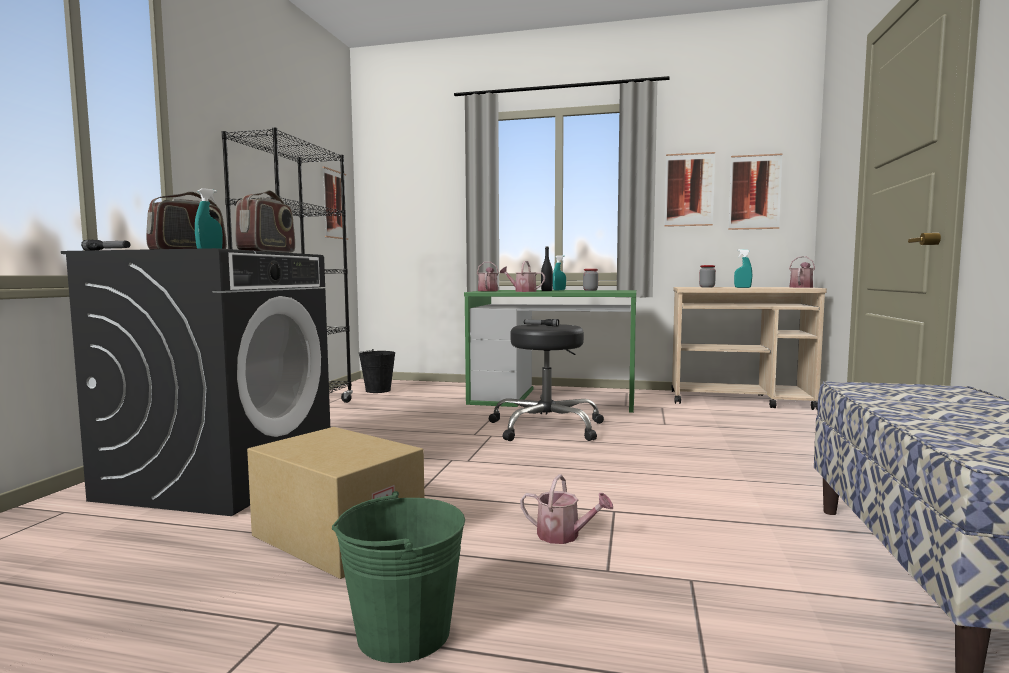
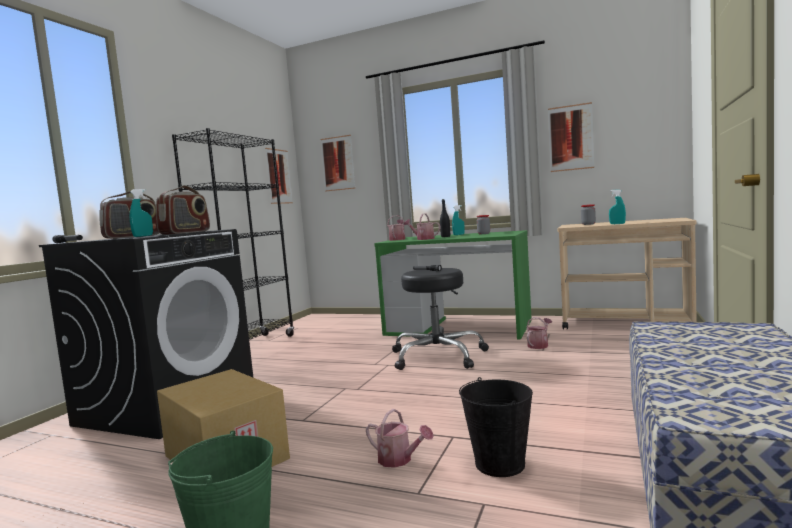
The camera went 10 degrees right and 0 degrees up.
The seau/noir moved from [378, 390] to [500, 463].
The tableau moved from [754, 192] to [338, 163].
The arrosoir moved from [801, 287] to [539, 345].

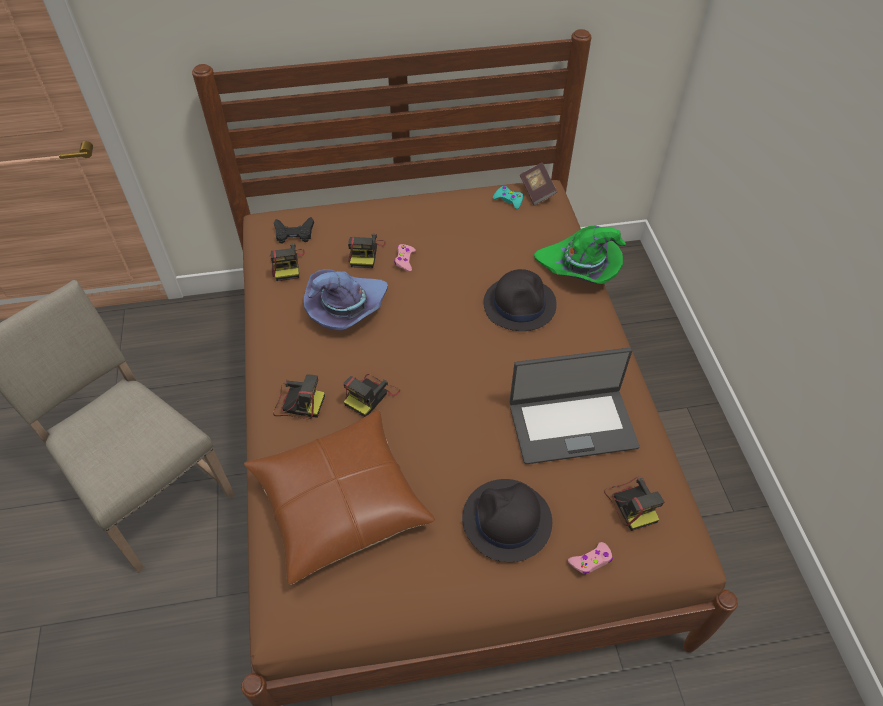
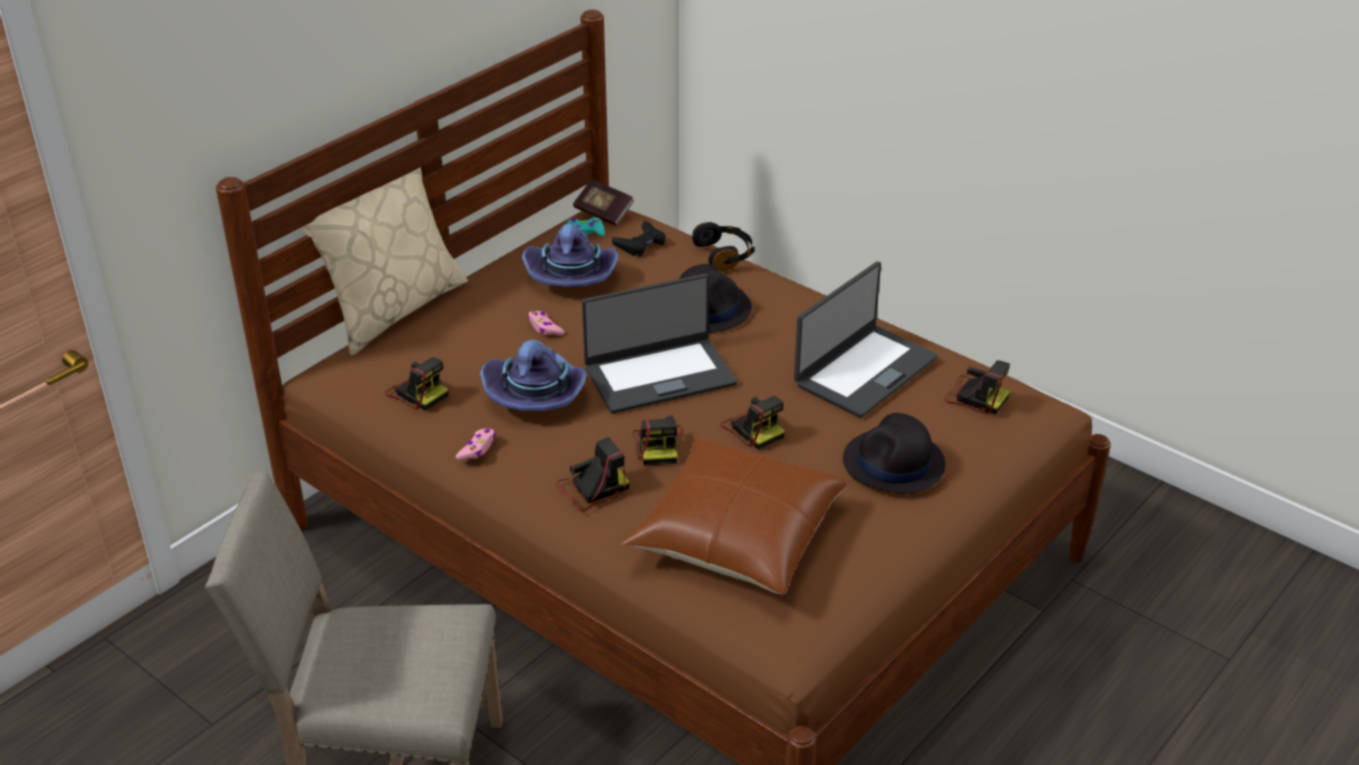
The camera went 40 degrees left and 15 degrees down.
The manette/noir moved from [294, 233] to [640, 244].
The appareil photo moved from [365, 253] to [753, 429].
The chapeau/vert at [580, 267] was replaced by the casque audio/noir at [725, 255].
The manette/rose moved from [591, 561] to [477, 449].
The coussin/beige at [392, 309] appeared.
The chapeau/violet at [572, 275] appeared.
The ordinateur portable at [659, 375] appeared.

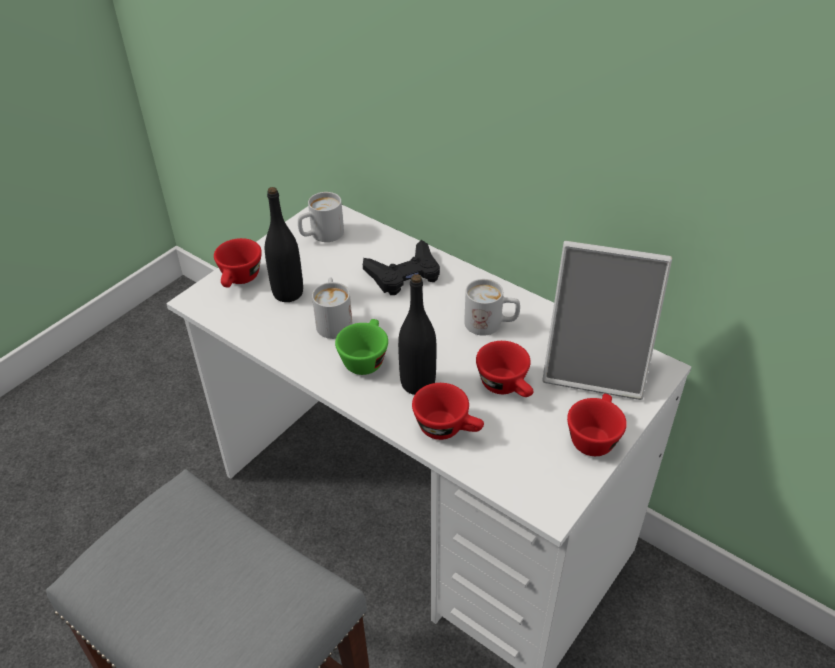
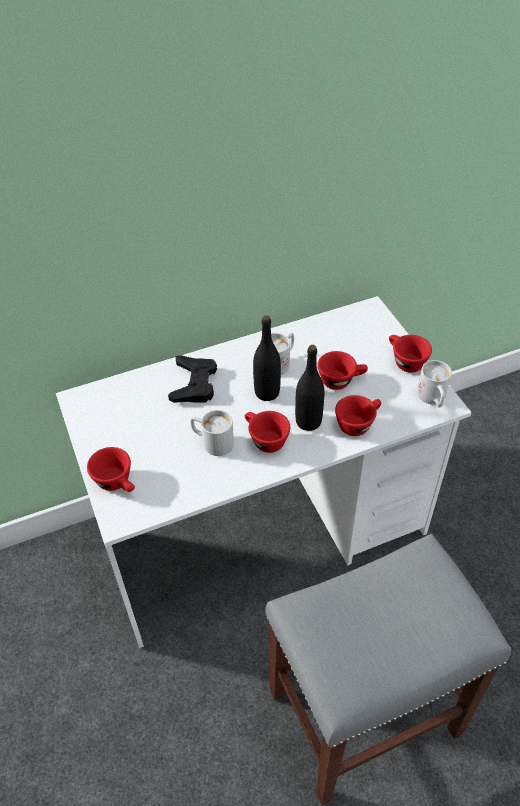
The camera went 60 degrees left and 5 degrees up.
The bouteille/noir moved from [288, 293] to [267, 392].
The mug/blanc moved from [321, 235] to [433, 399].
The tasse/vert at [365, 358] became the tasse/rouge at [264, 439].
The cadre photo at [596, 367] disappeared.

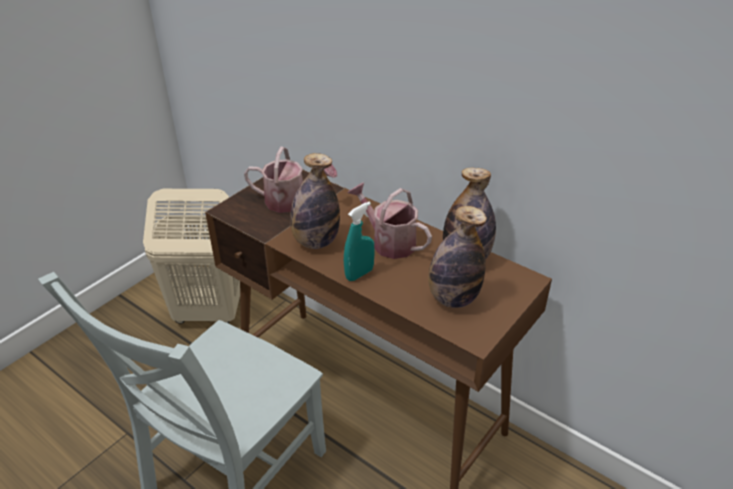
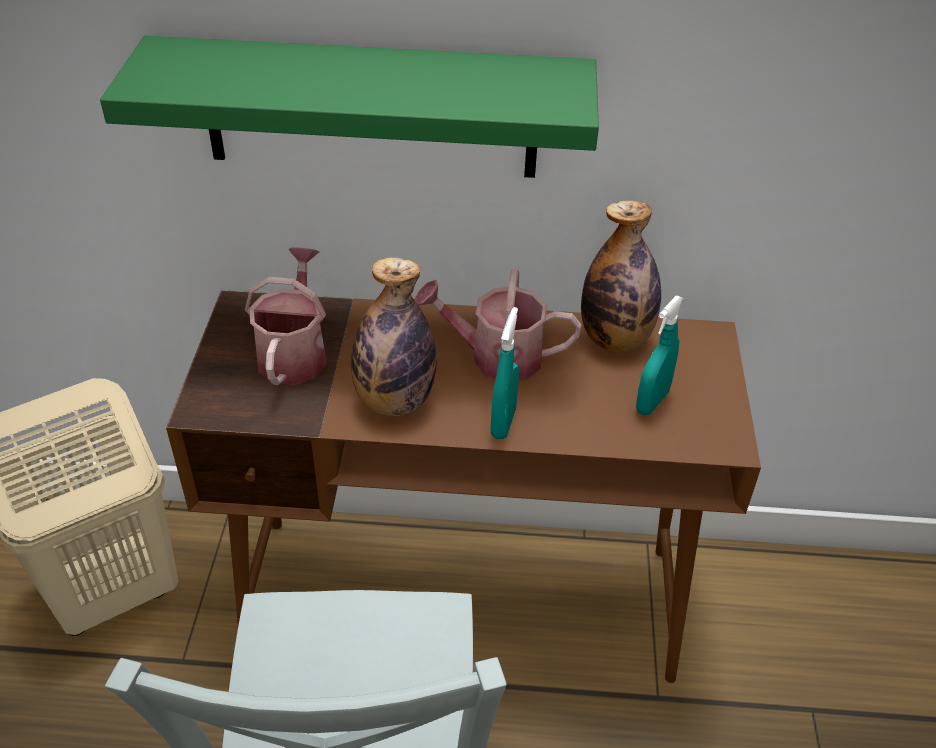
The camera went 35 degrees left and 5 degrees up.
The arrosoir at [291, 201] turned 60 degrees counterclockwise.
The bouteille at [453, 298] was replaced by the vaporisateur/turquoise at [652, 402].
The étagère/vert at [371, 109] appeared.

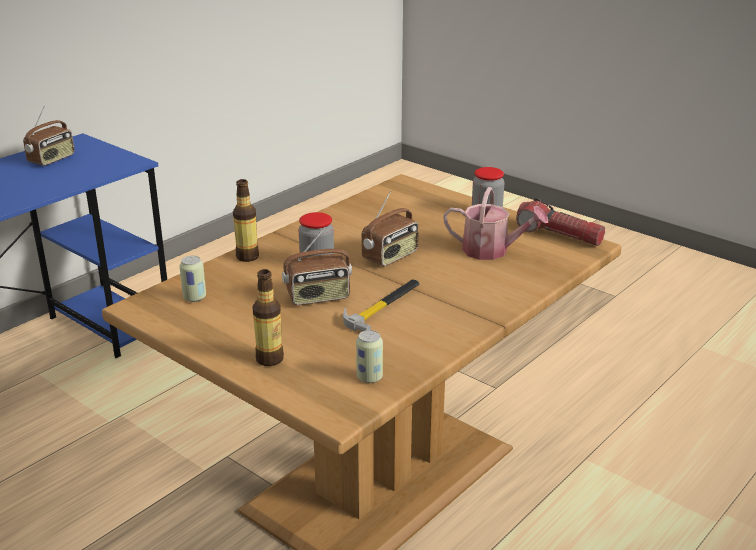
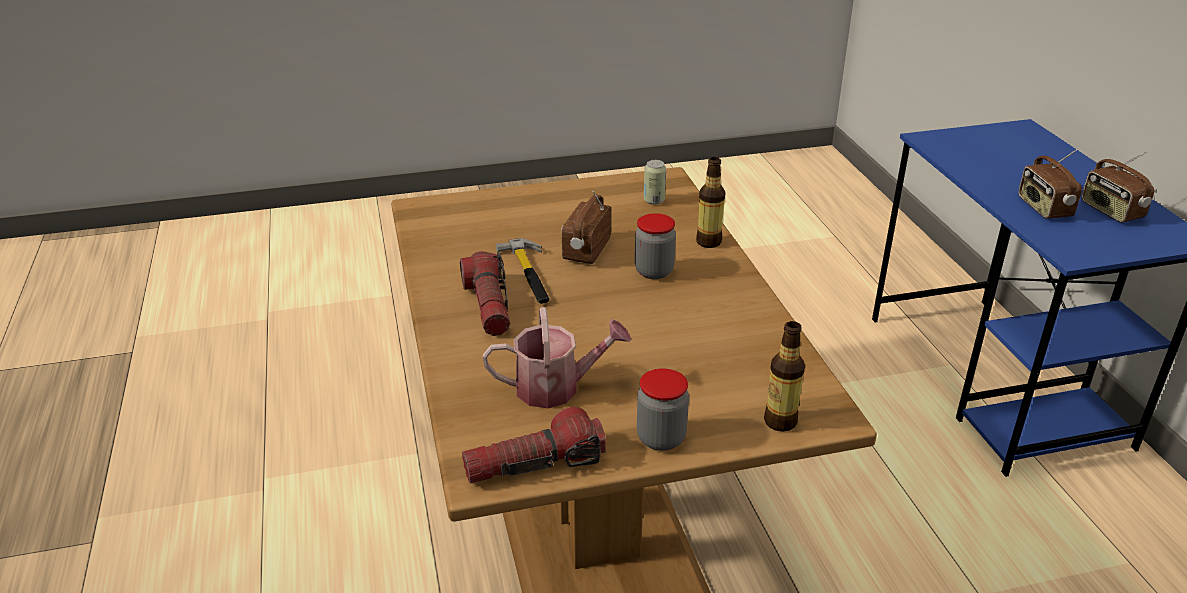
The camera went 125 degrees right and 5 degrees up.
The bouteille moved from [269, 359] to [780, 421].
The boîte métallique at [369, 377] disappeared.
The radio moved from [390, 256] to [1043, 208].
The arrosoir at [492, 251] turned 150 degrees counterclockwise.
The lampe de poche at [488, 305] appeared.

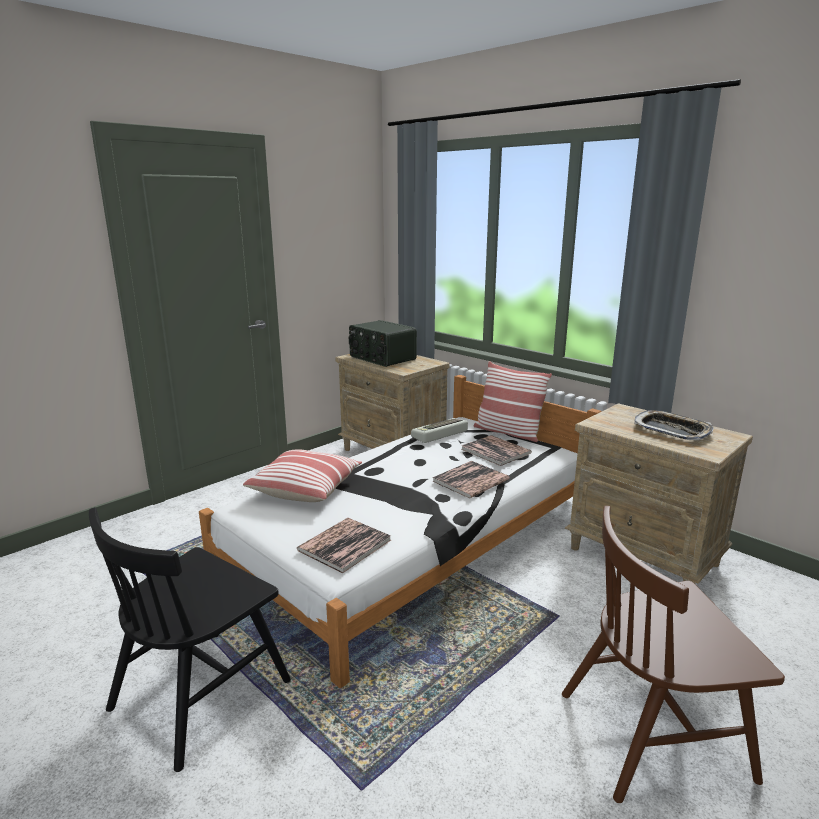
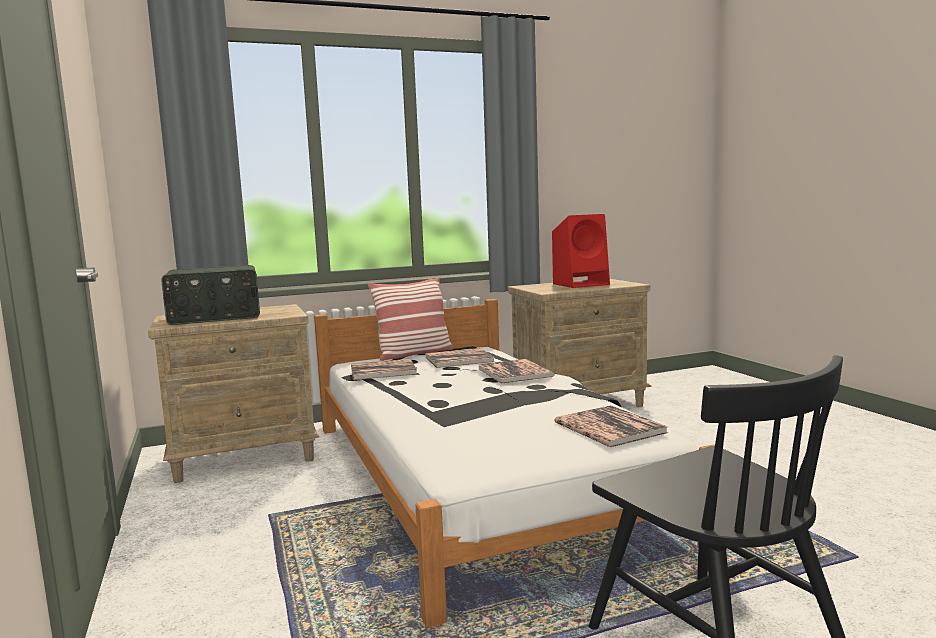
The camera went 65 degrees left and 10 degrees down.
The coussin at [306, 488] disappeared.
The clavier at [440, 434] was replaced by the livre at [383, 370].
The chaise/marron at [654, 734] disappeared.
The plateau at [671, 430] was replaced by the enceinte/rouge at [582, 284].

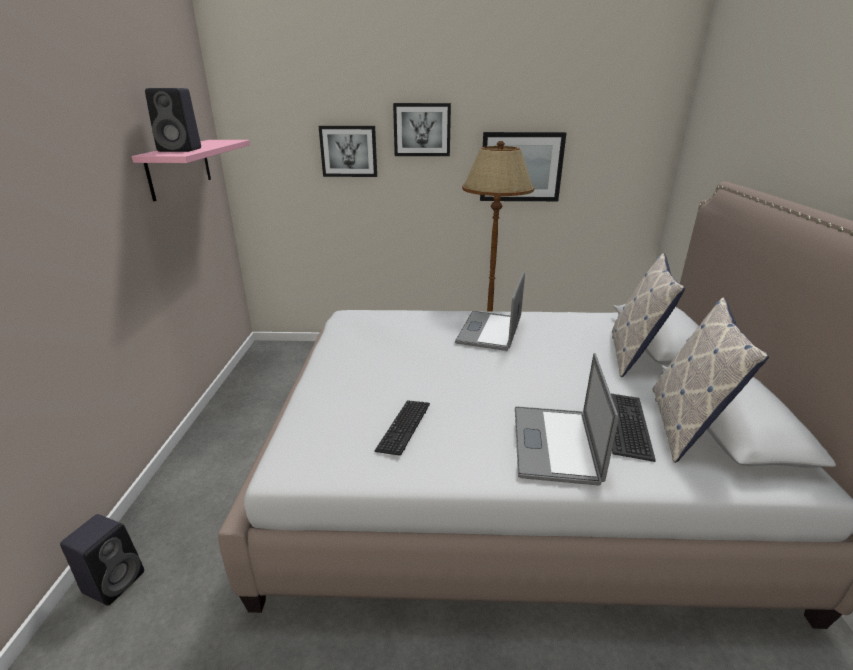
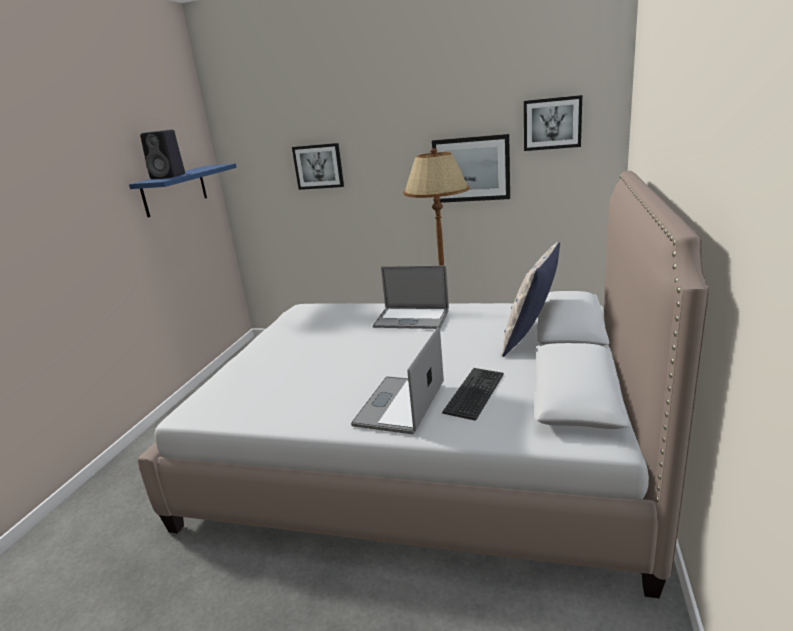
The camera went 15 degrees right and 5 degrees down.
The enceinte/noir at [115, 580] disappeared.
The étagère/rose at [180, 168] became the étagère/bleu at [175, 190].
The clavier at [404, 428] disappeared.
The tableau moved from [422, 130] to [552, 123].
The ordinateur portable at [489, 330] turned 105 degrees counterclockwise.
The coussin at [684, 425] disappeared.

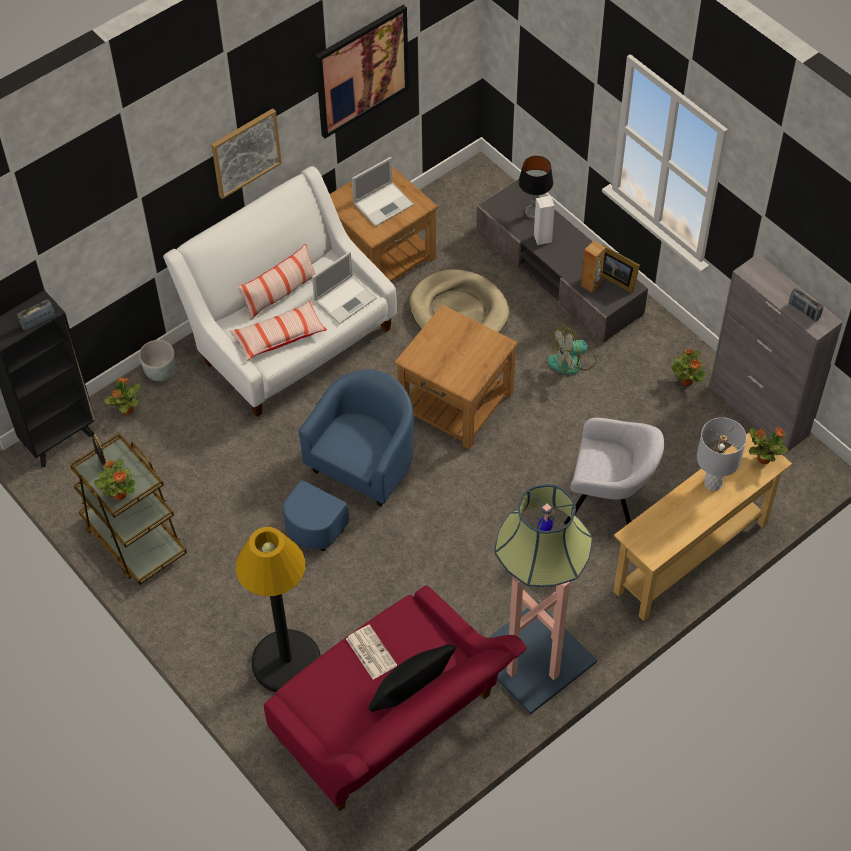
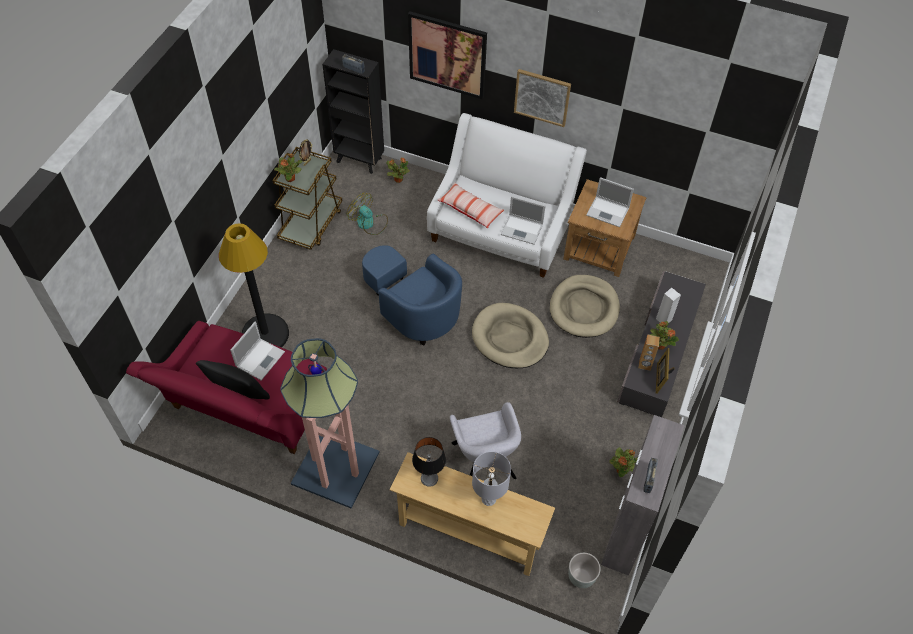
The camera went 60 degrees right and 0 degrees up.
The cache-pot/gris moved from [160, 372] to [581, 577].
The coussin at [280, 294] disappeared.
The fauteuil/bleu at [353, 481] turned 45 degrees clockwise.
The tableau moved from [361, 71] to [447, 55].
The journal at [370, 652] was replaced by the ordinateur portable at [260, 358].
The table d'appoint/marron at [456, 402] was replaced by the panier pour chien/beige at [510, 338].
The lampe de table moved from [534, 212] to [429, 478].
The ventilateur moved from [572, 361] to [369, 223].
The plante en pot moved from [763, 458] to [660, 345].

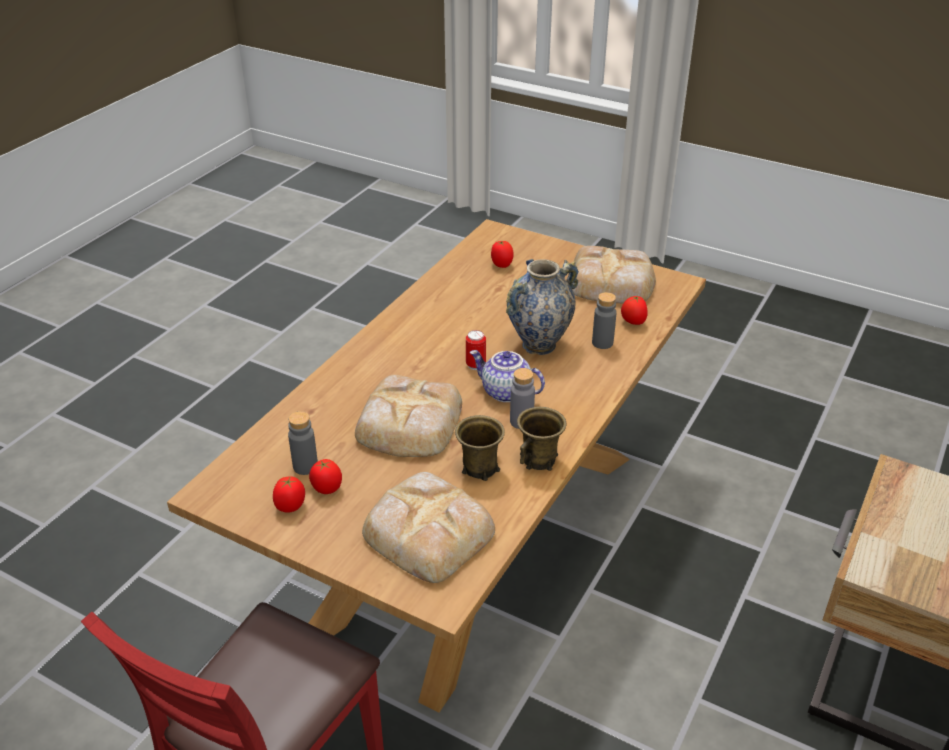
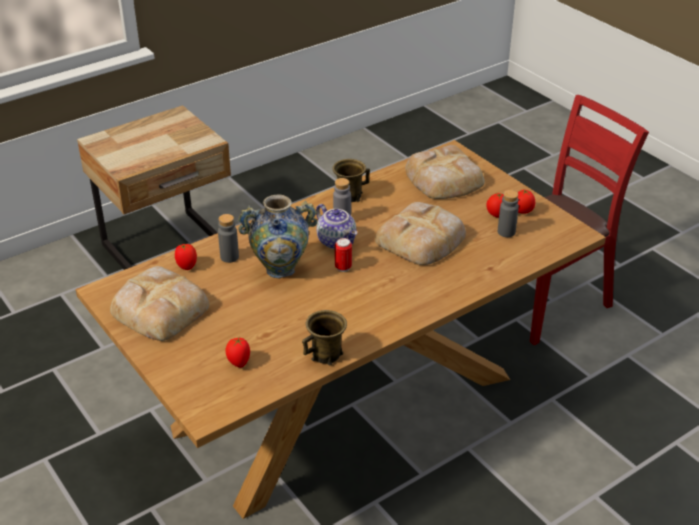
The camera went 155 degrees left and 0 degrees up.
The mug/marron moved from [479, 467] to [326, 354].

